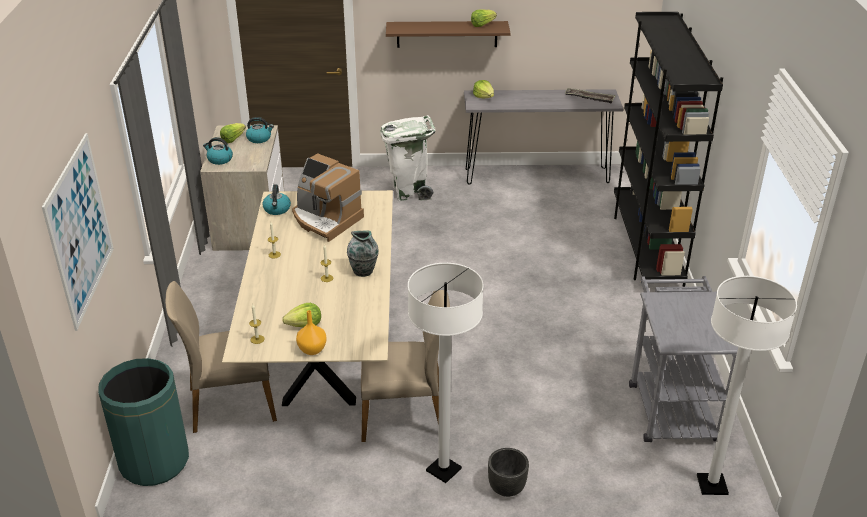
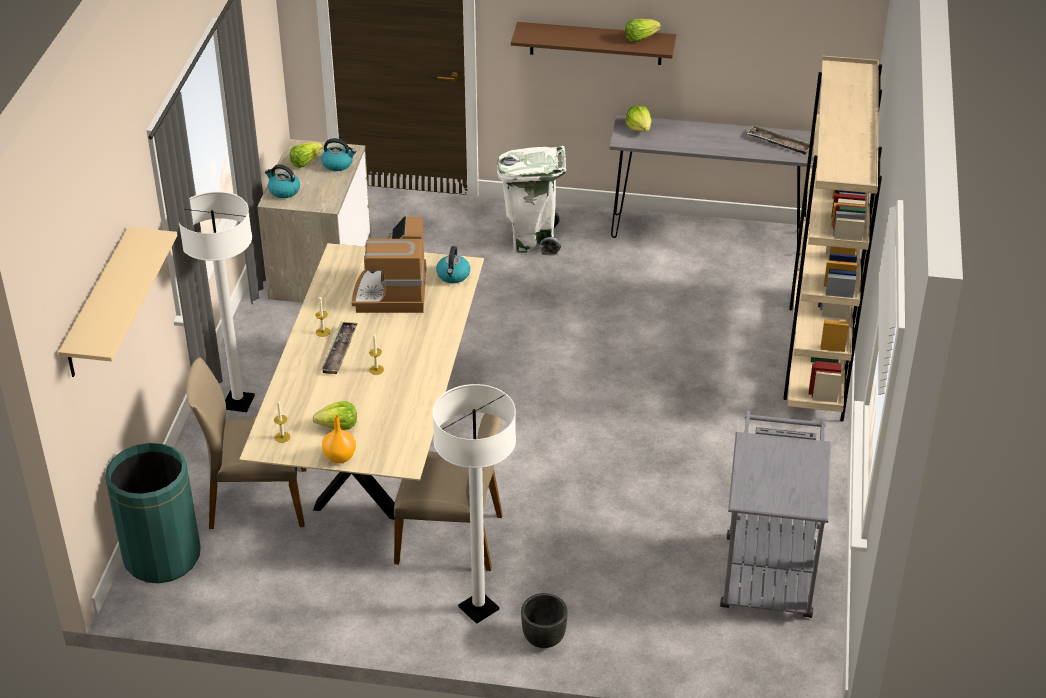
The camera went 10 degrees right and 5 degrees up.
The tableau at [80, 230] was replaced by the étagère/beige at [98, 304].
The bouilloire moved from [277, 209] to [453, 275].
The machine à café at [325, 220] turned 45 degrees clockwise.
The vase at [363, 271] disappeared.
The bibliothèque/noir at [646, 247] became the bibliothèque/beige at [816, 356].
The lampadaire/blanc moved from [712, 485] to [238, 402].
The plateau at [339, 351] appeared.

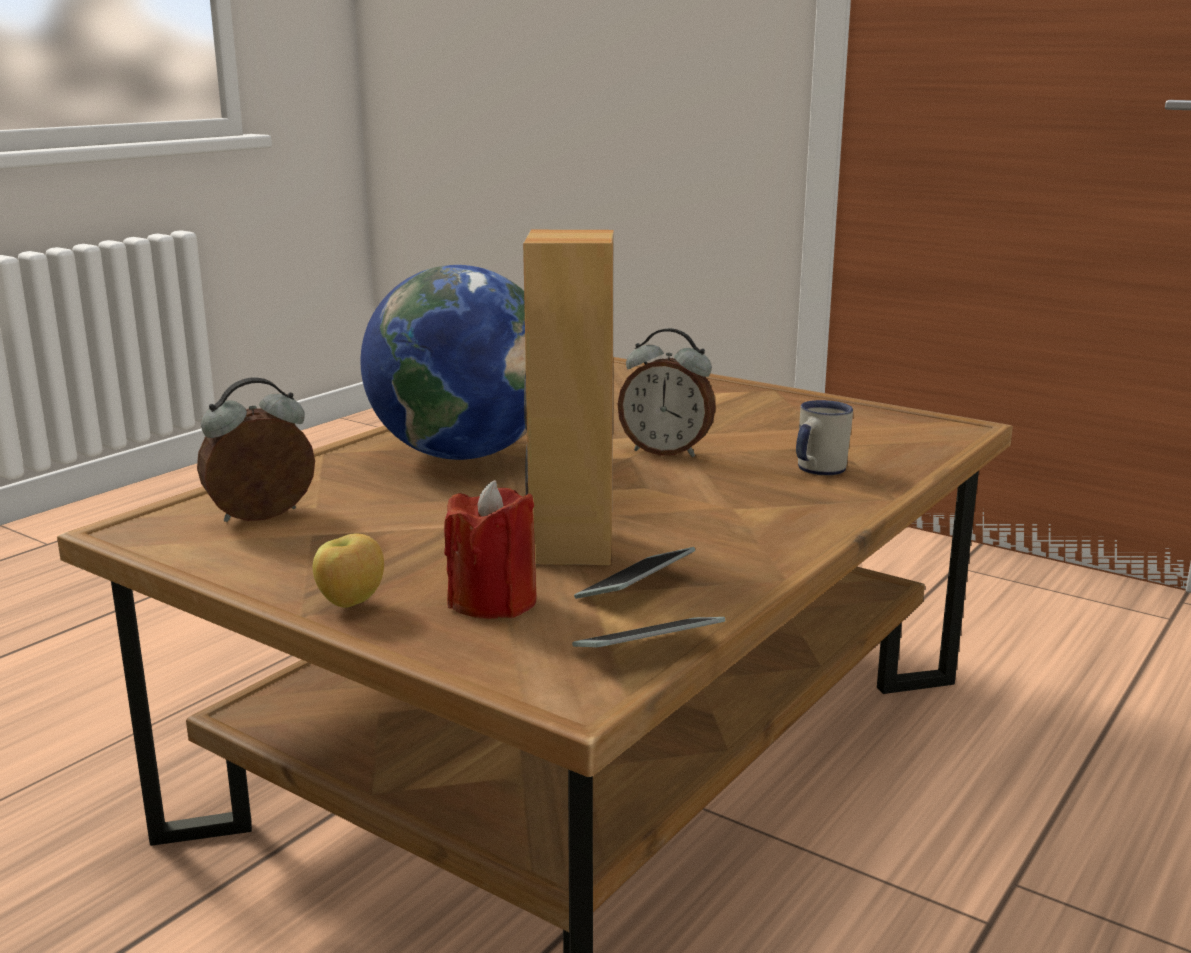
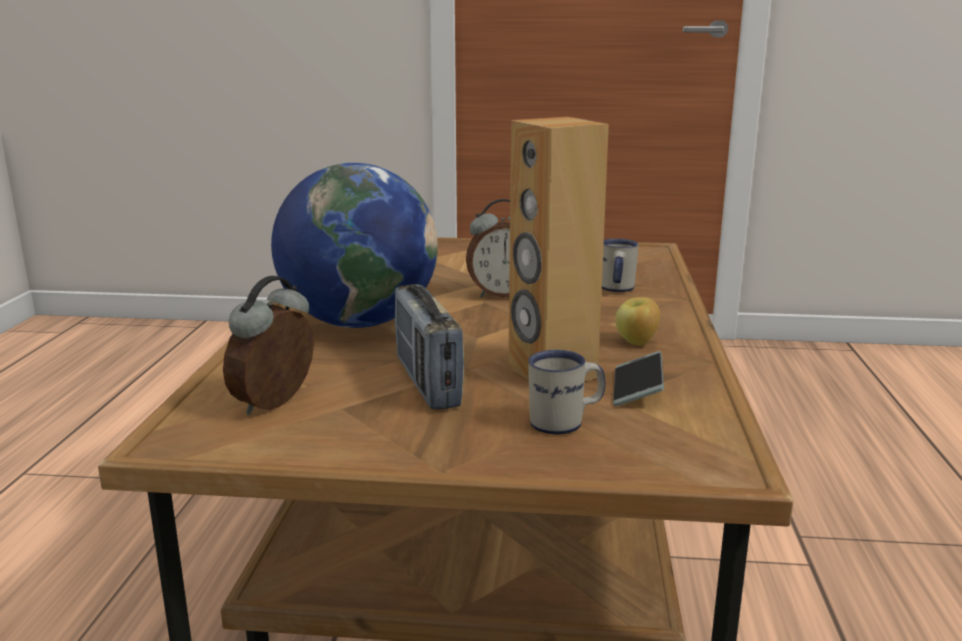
The camera went 30 degrees left and 0 degrees up.
The pomme moved from [350, 602] to [637, 343].
The bougie/rouge at [493, 602] was replaced by the mug/blanc at [565, 423].
The téléphone at [648, 647] disappeared.
The radio at [427, 383] appeared.

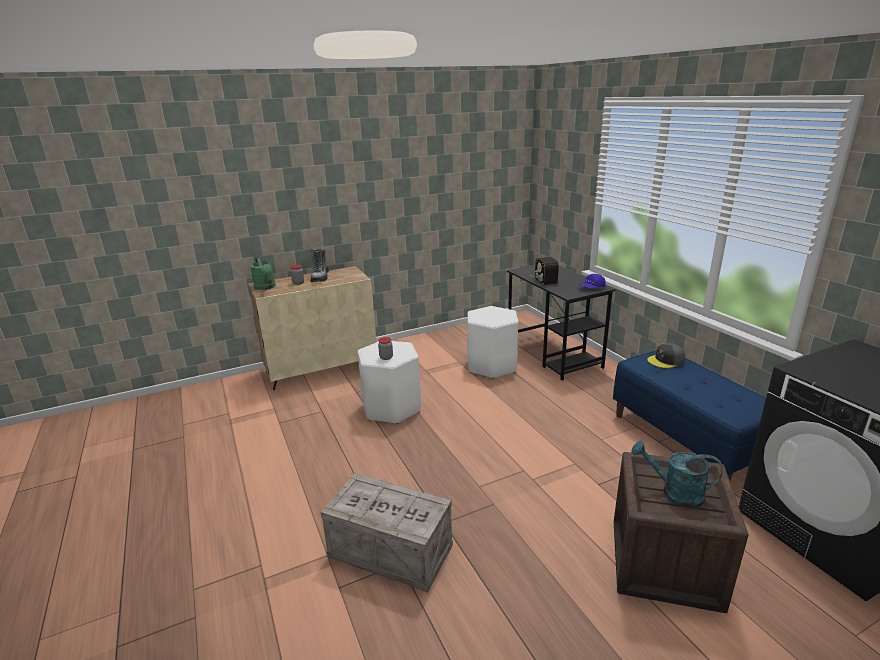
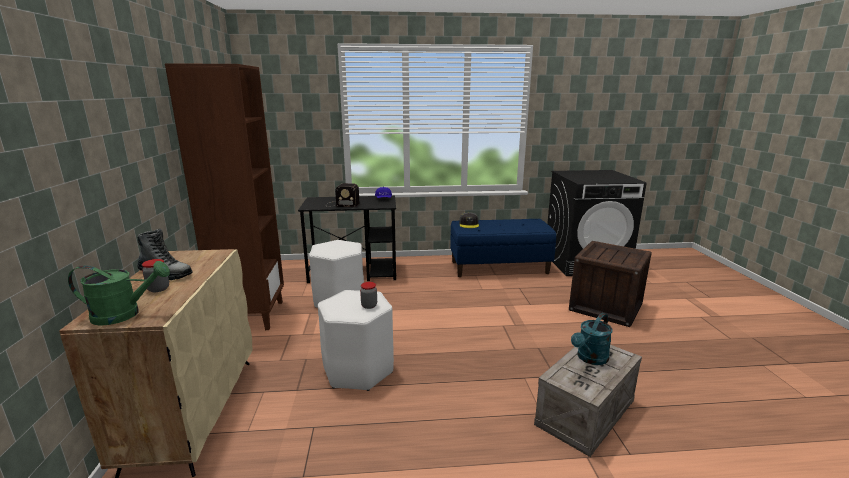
The camera went 70 degrees left and 5 degrees down.
The arrosoir/turquoise moved from [674, 493] to [590, 359].
The bibliothèque/marron at [251, 316] appeared.

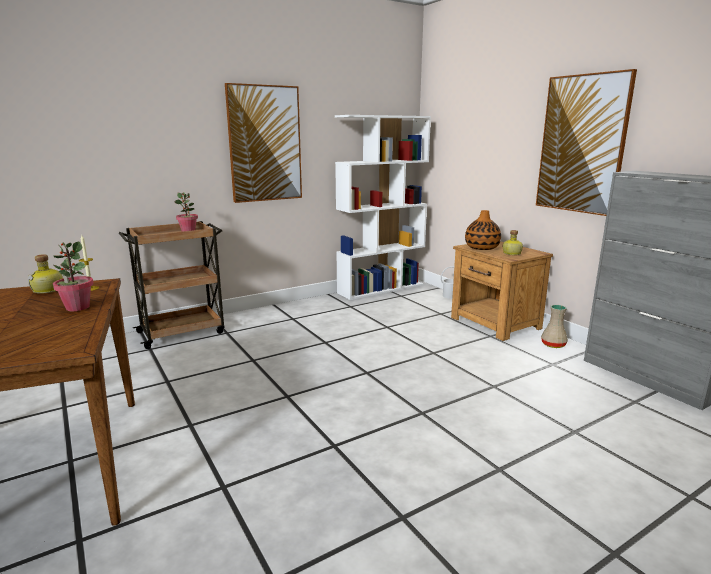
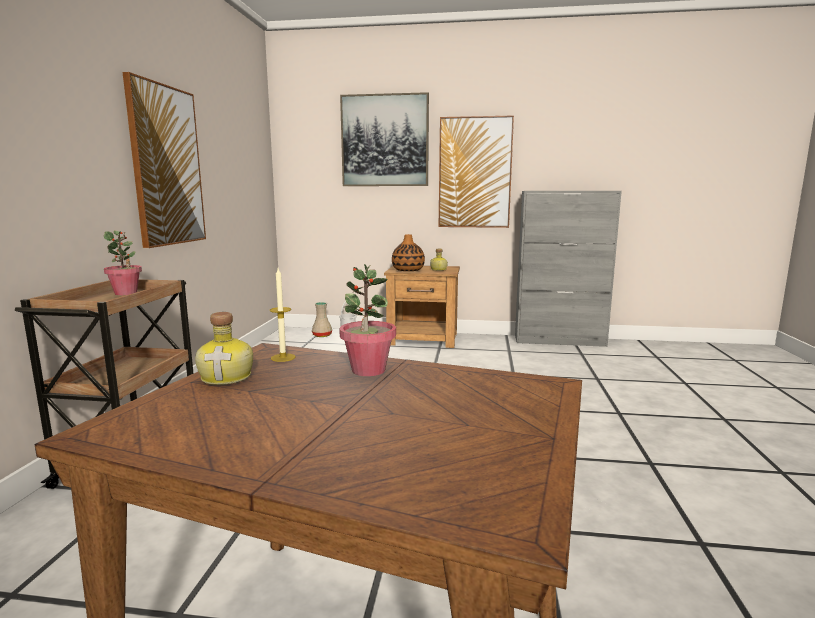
The camera went 50 degrees left and 5 degrees down.
The bibliothèque/blanc at [381, 288] disappeared.
The vase/beige moved from [554, 345] to [322, 335].
The tableau at [385, 141] appeared.

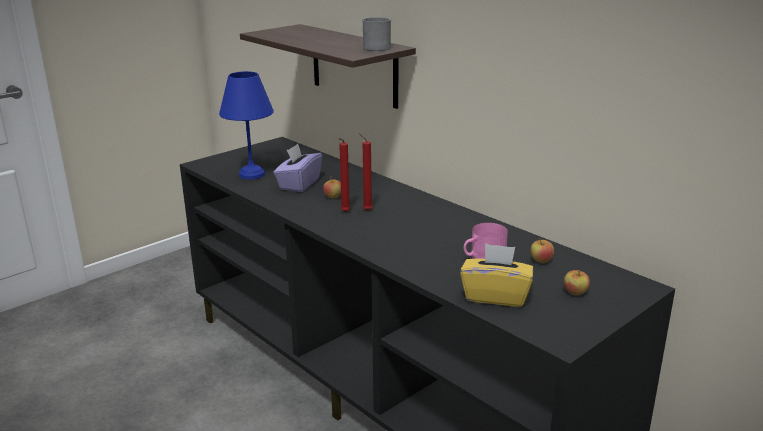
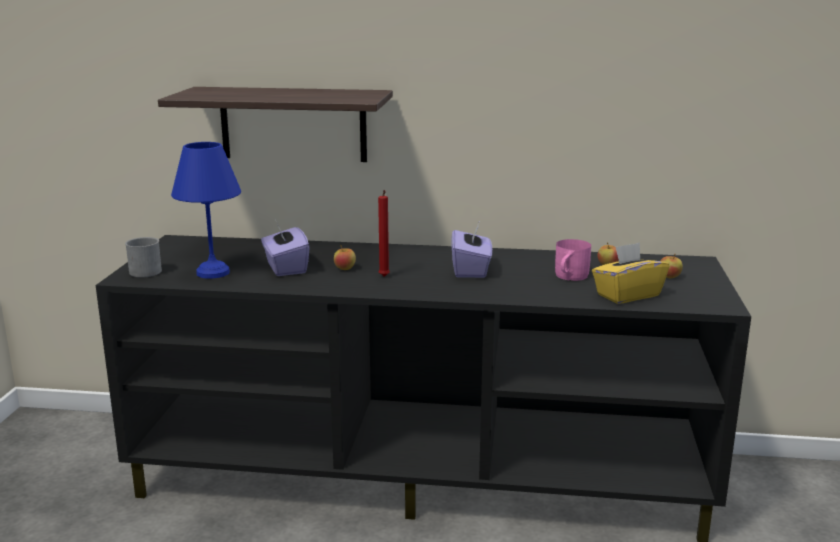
The camera went 40 degrees left and 5 degrees down.
The bougie/rouge at [366, 210] disappeared.
The mug/gris moved from [377, 47] to [143, 271].
The boîte à mouchoirs/violet at [471, 270] appeared.

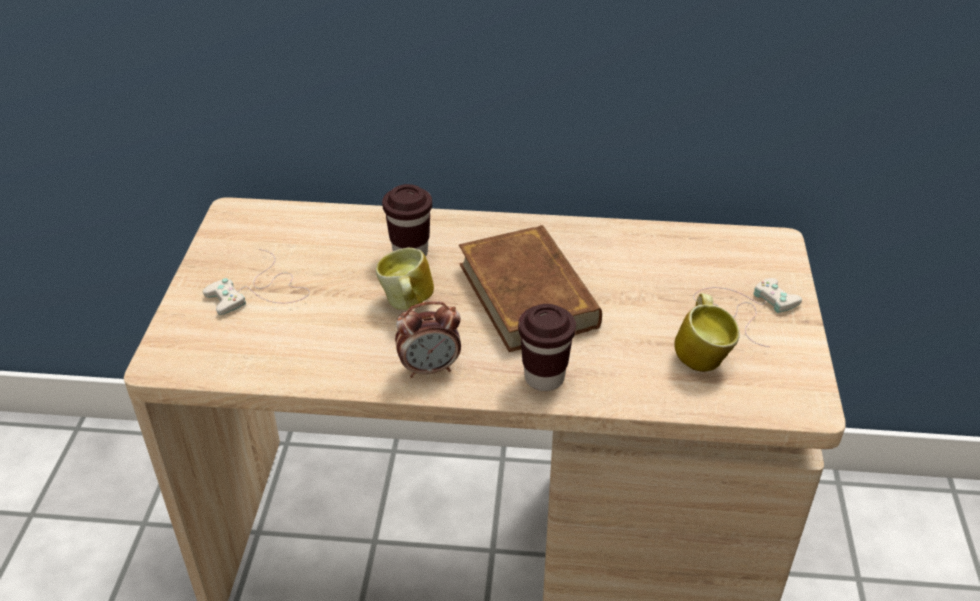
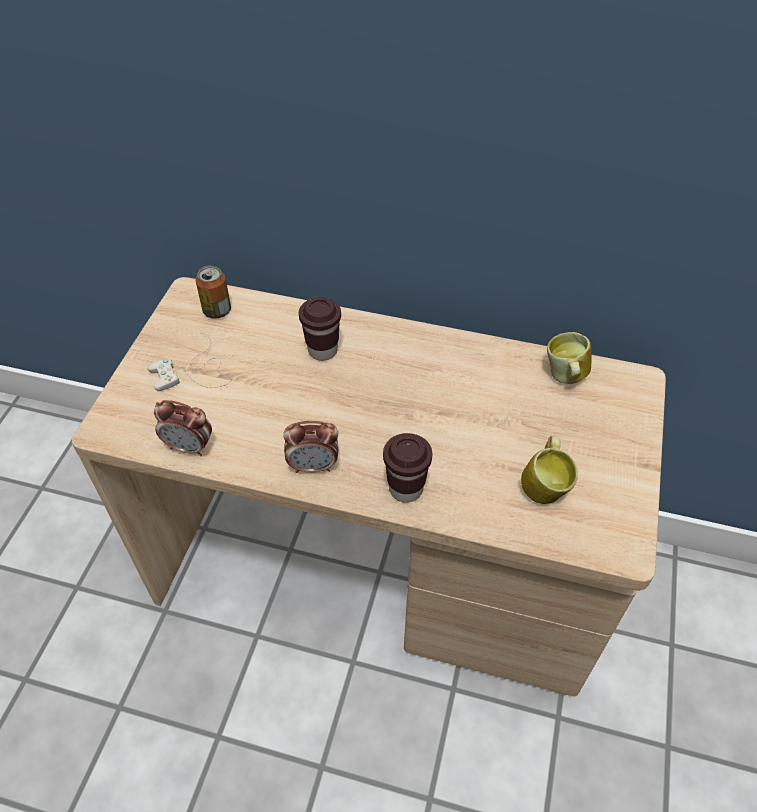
The camera went 10 degrees right and 10 degrees up.
The mug moved from [406, 305] to [564, 377].
The livre/marron at [528, 294] disappeared.
The manette/blanc at [745, 308] disappeared.
The réveil at [189, 447] appeared.
The boîte métallique at [217, 311] appeared.

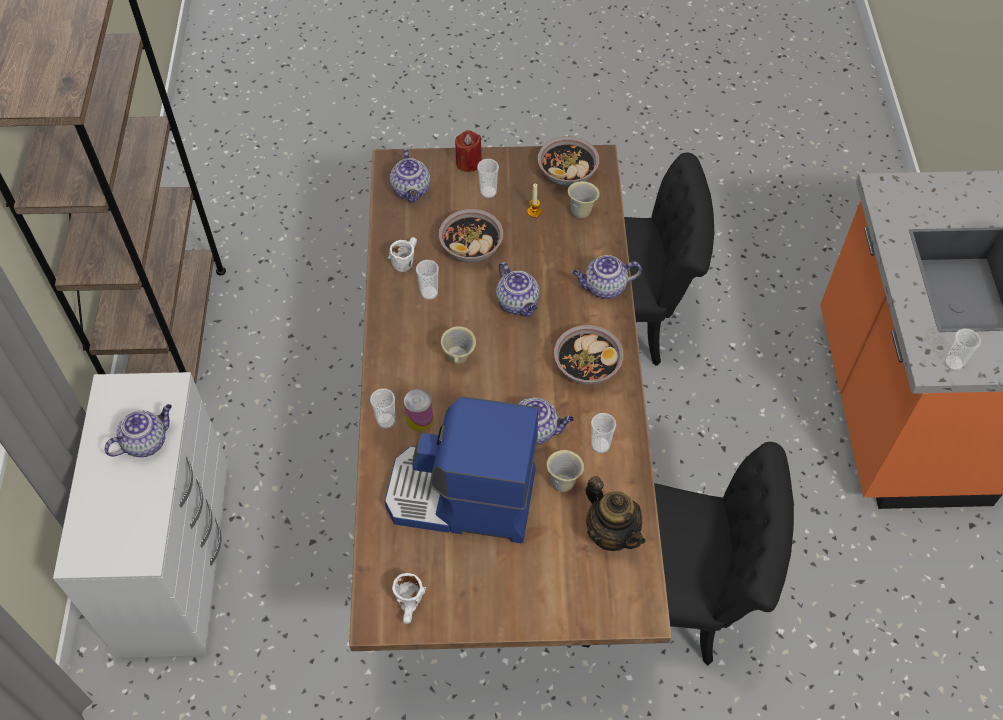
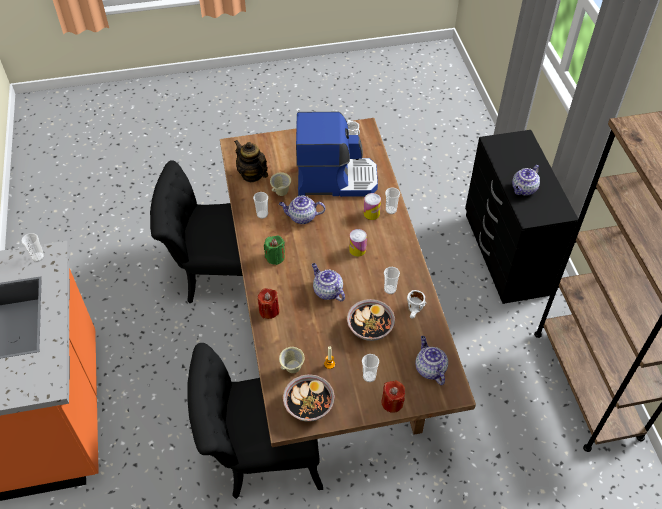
The camera went 170 degrees right and 5 degrees down.
The commode/blanc at [178, 558] became the commode/noir at [504, 254].
The mug/beige at [459, 359] was replaced by the boîte métallique at [357, 250].
The bol at [587, 366] was replaced by the bougie/vert at [275, 257].
The théière at [604, 288] was replaced by the bougie/rouge at [269, 310].

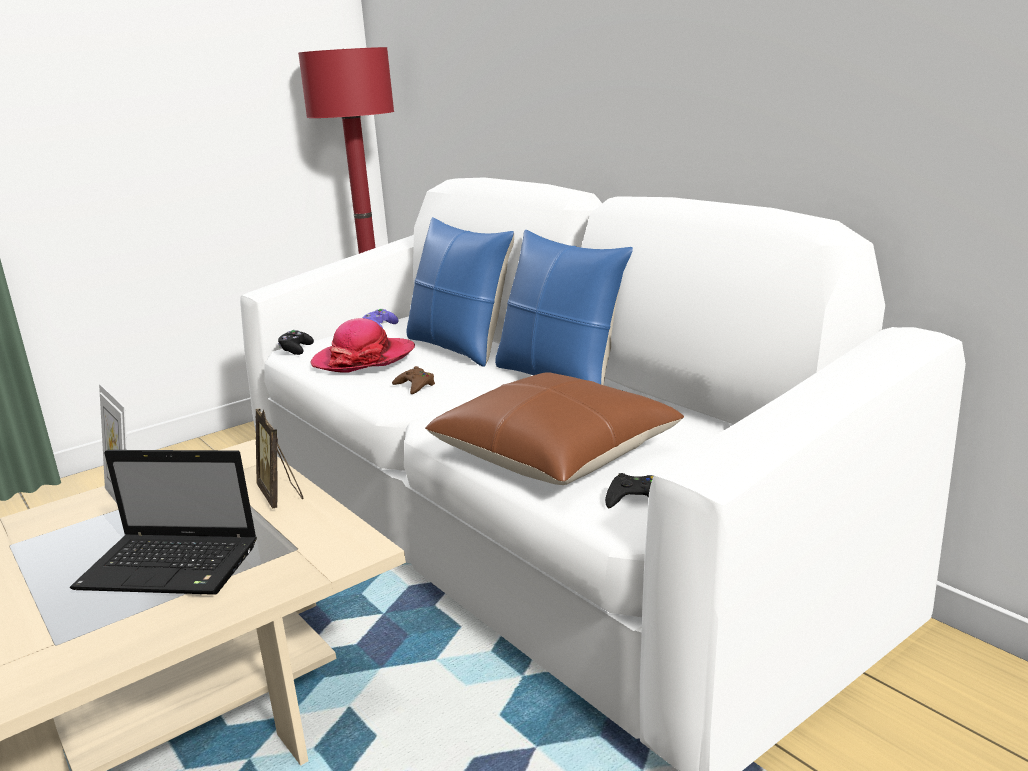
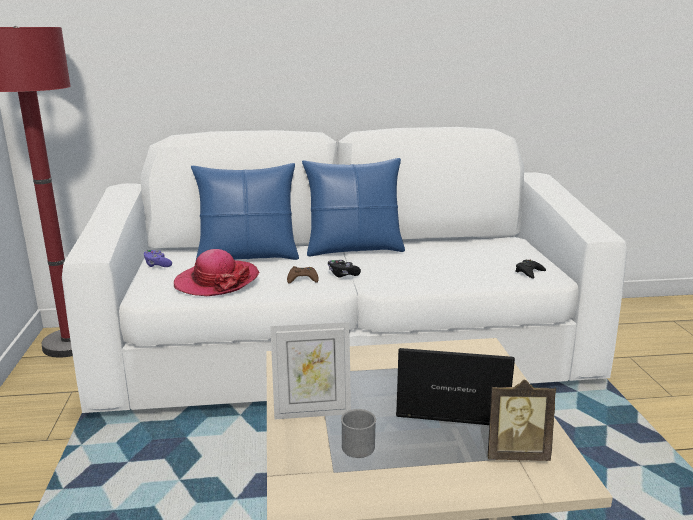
The camera went 60 degrees left and 0 degrees up.
The ordinateur portable at [173, 566] turned 120 degrees counterclockwise.
The cadre photo moved from [281, 495] to [515, 453].
The manette/noir moved from [296, 350] to [342, 275].
The coussin/marron at [554, 452] disappeared.
The mug/gris at [356, 444] appeared.

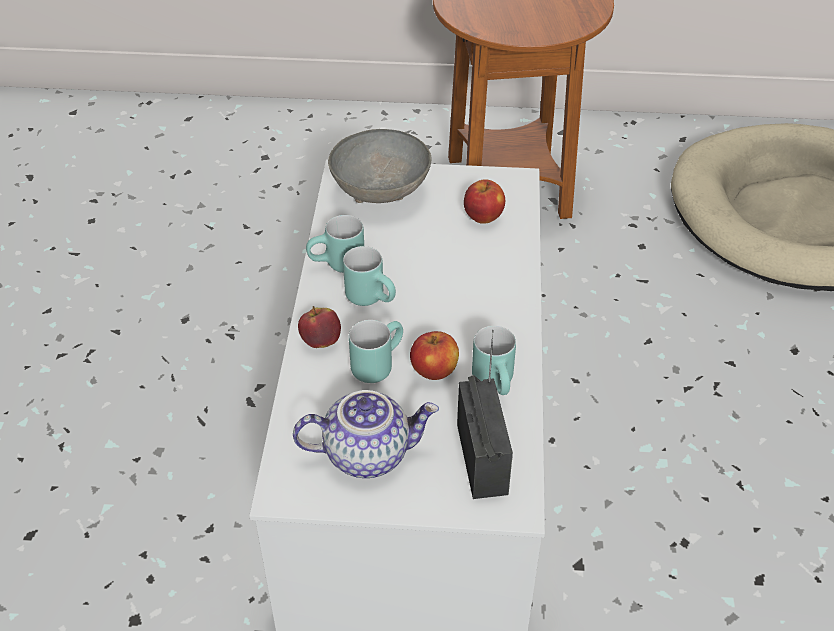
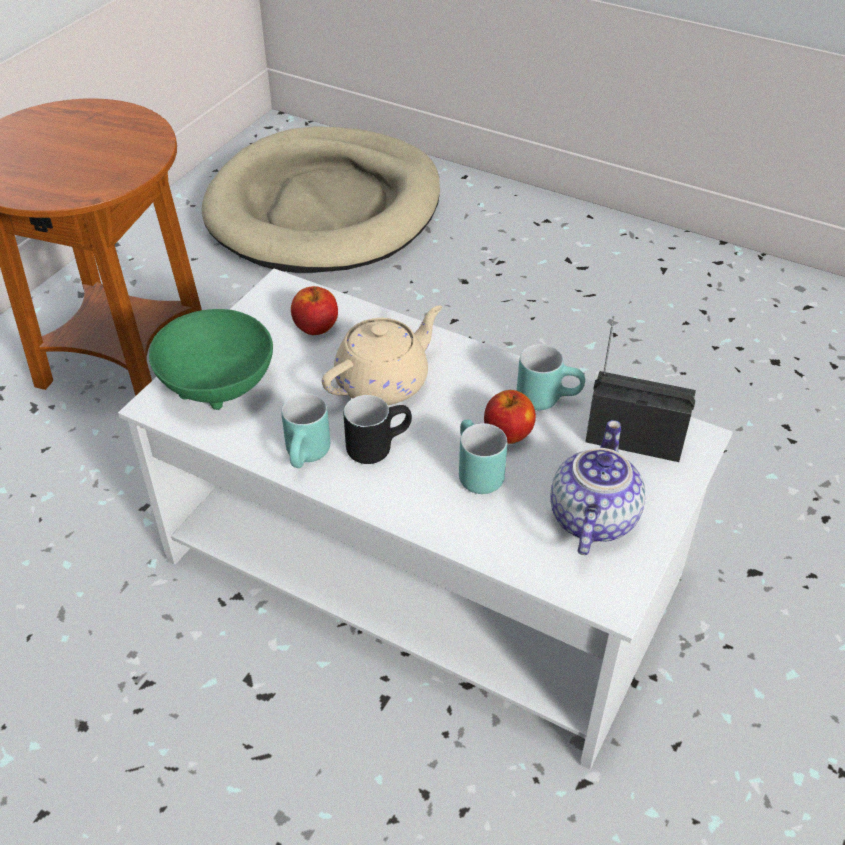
The camera went 65 degrees left and 0 degrees up.
The pomme at [320, 341] disappeared.
The bol/gris at [379, 194] became the bol/vert at [219, 388].
The mug/turquoise at [373, 297] became the mug/noir at [377, 445].
The théière/beige at [384, 382] appeared.

